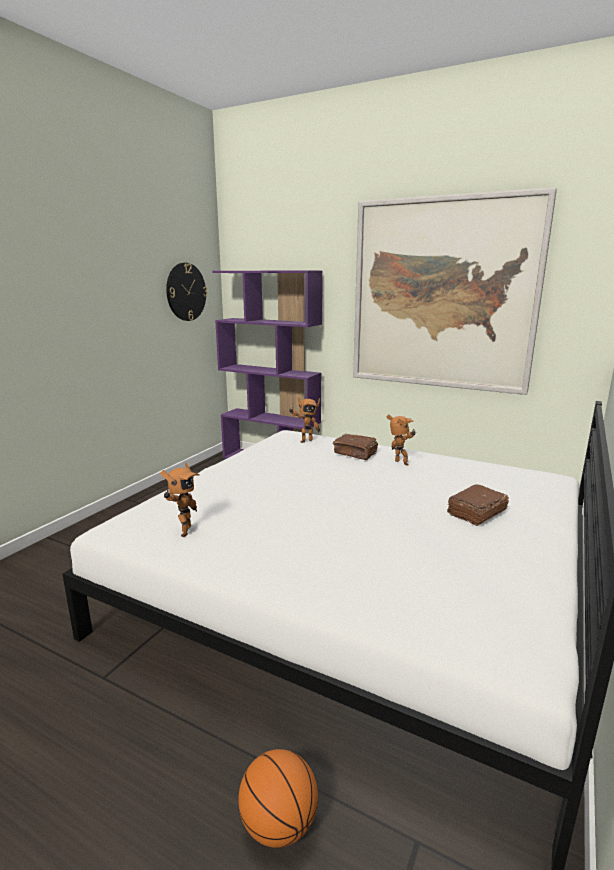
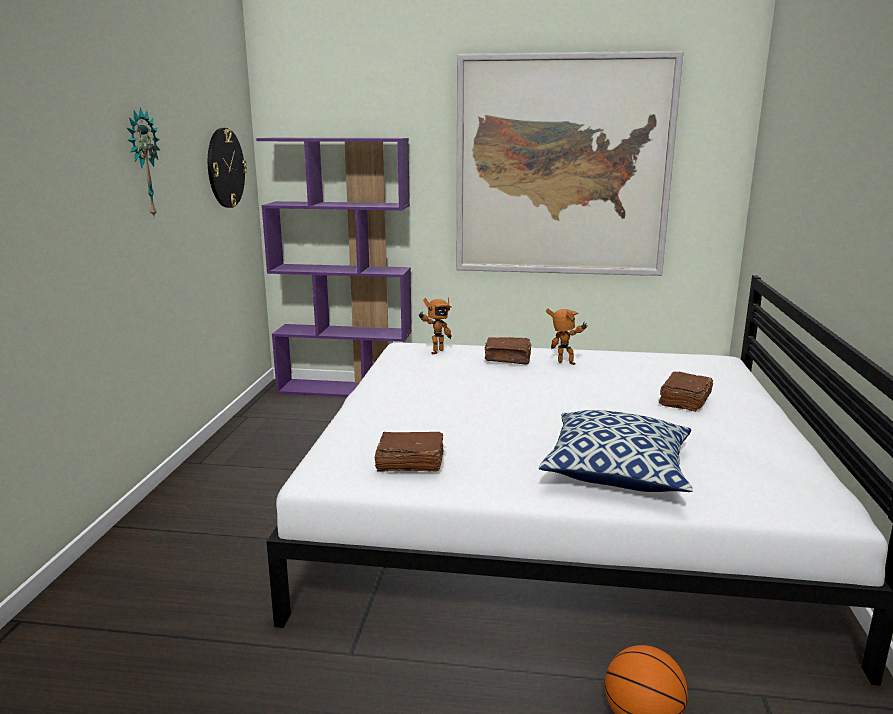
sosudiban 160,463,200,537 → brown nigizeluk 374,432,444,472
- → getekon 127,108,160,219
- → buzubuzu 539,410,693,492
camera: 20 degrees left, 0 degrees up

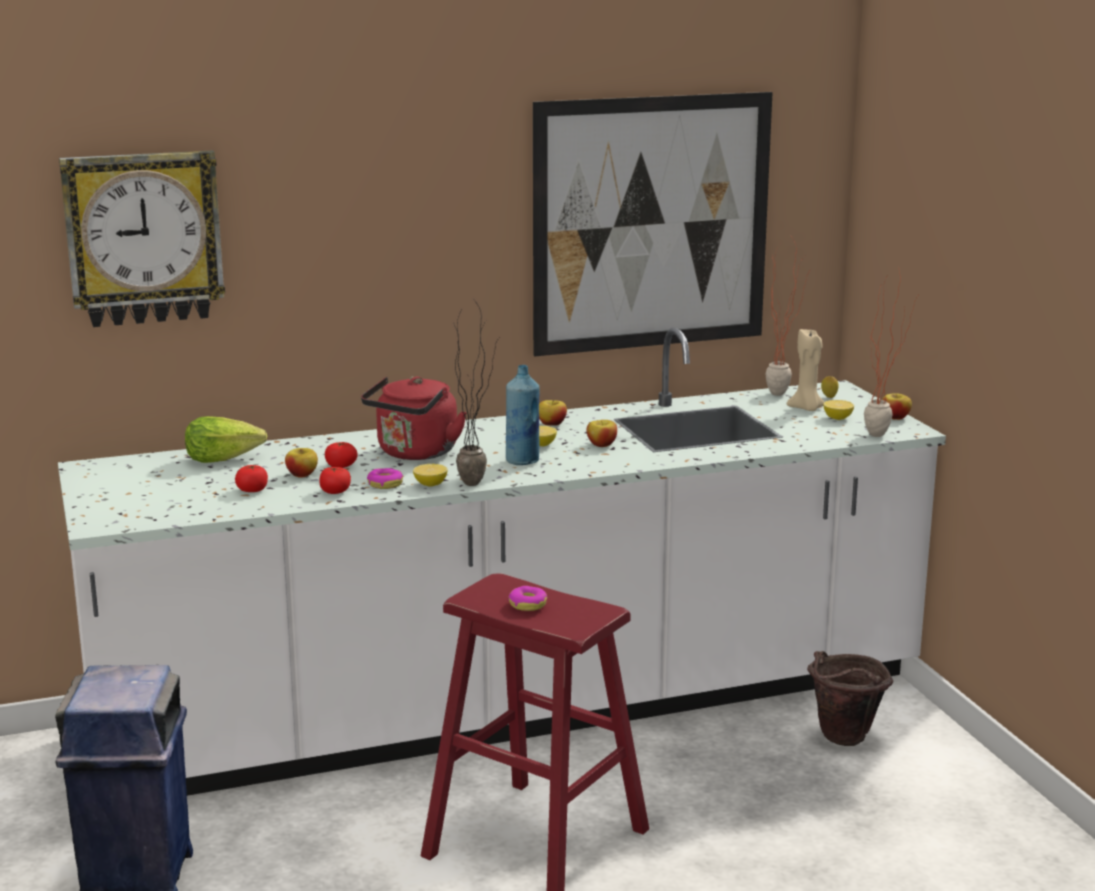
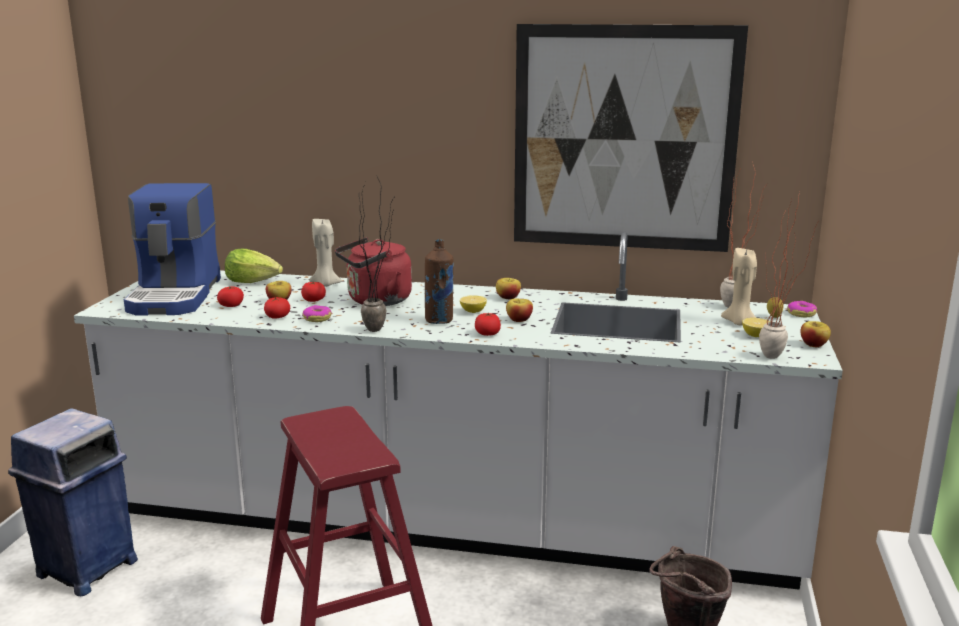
getekon 59,150,225,327 → -
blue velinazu 506,365,540,465 → brown velinazu 425,239,454,324
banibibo 413,464,448,487 → -
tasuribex 508,586,548,611 → tasuribex 787,301,817,317, move
- → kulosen 124,183,221,316
- → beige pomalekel 309,219,342,287
- → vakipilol 475,313,501,336
camera: 30 degrees right, 0 degrees up

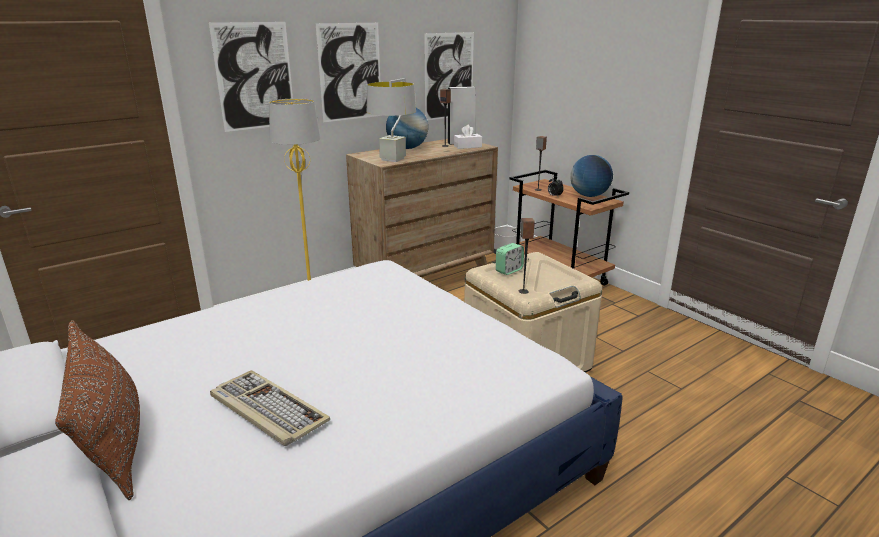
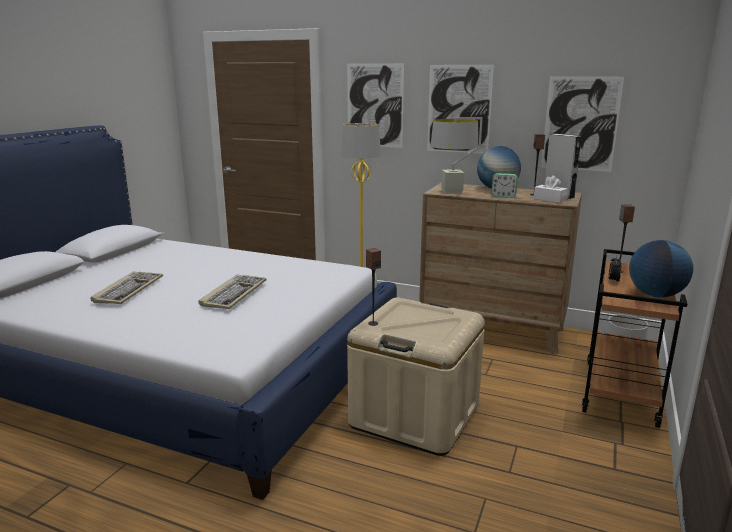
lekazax 496,243,524,275 → lekazax 491,173,518,198, move
brown buzubuzu 55,320,140,500 → -
- → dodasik 198,274,266,309
camera: 60 degrees right, 5 degrees down

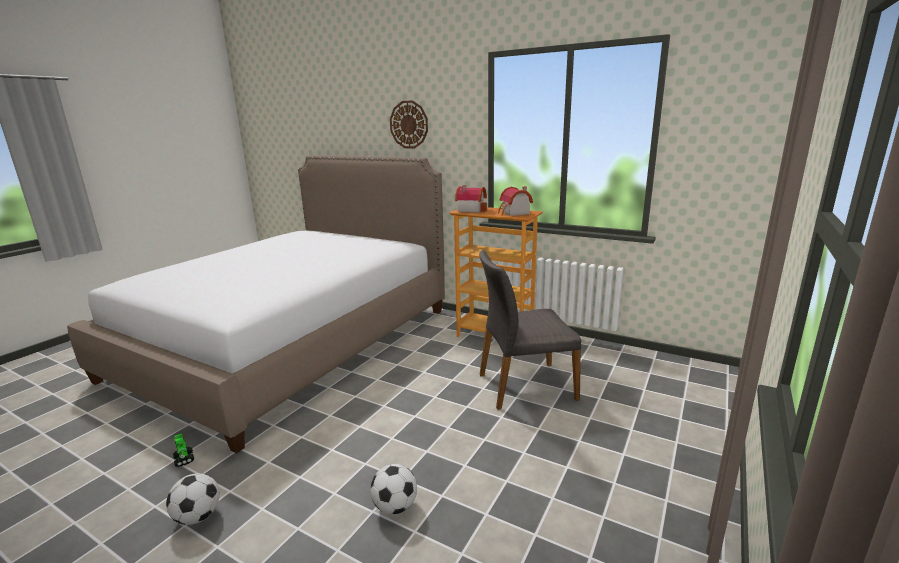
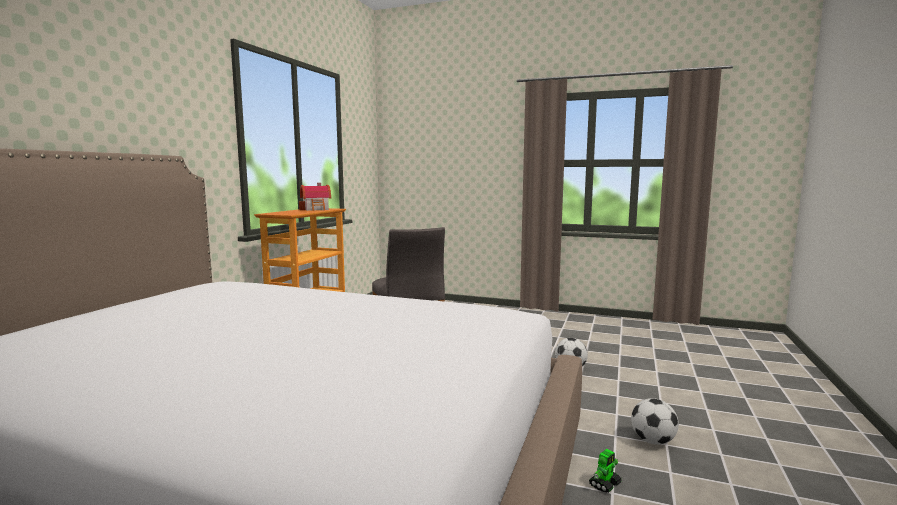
getekon 390,100,428,148 → -
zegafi 455,185,487,213 → -
camera: 100 degrees left, 10 degrees down

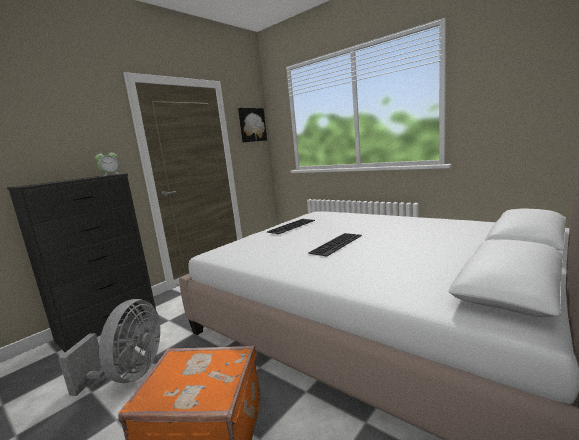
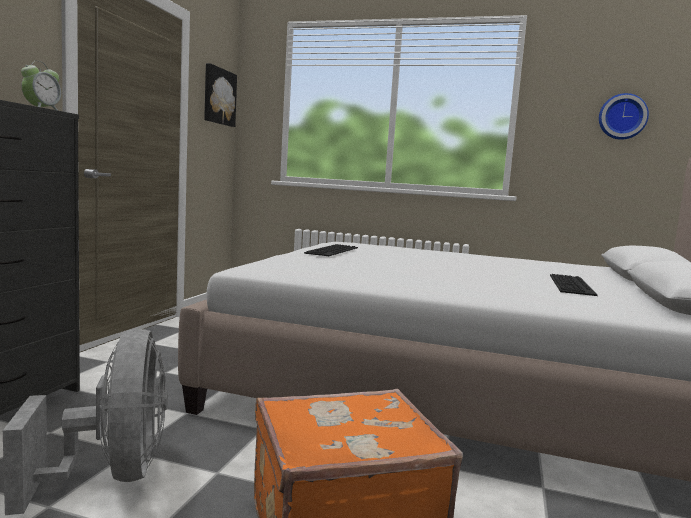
dodasik 308,233,362,256 → dodasik 550,274,598,296, move
- → getekon 599,93,649,140
camera: 25 degrees left, 5 degrees down

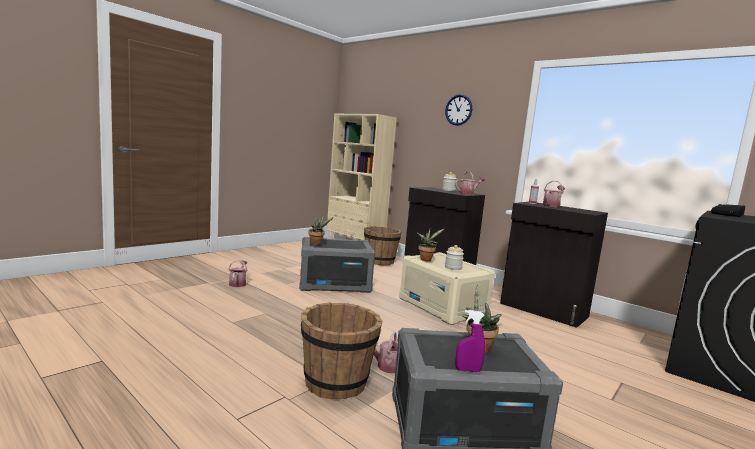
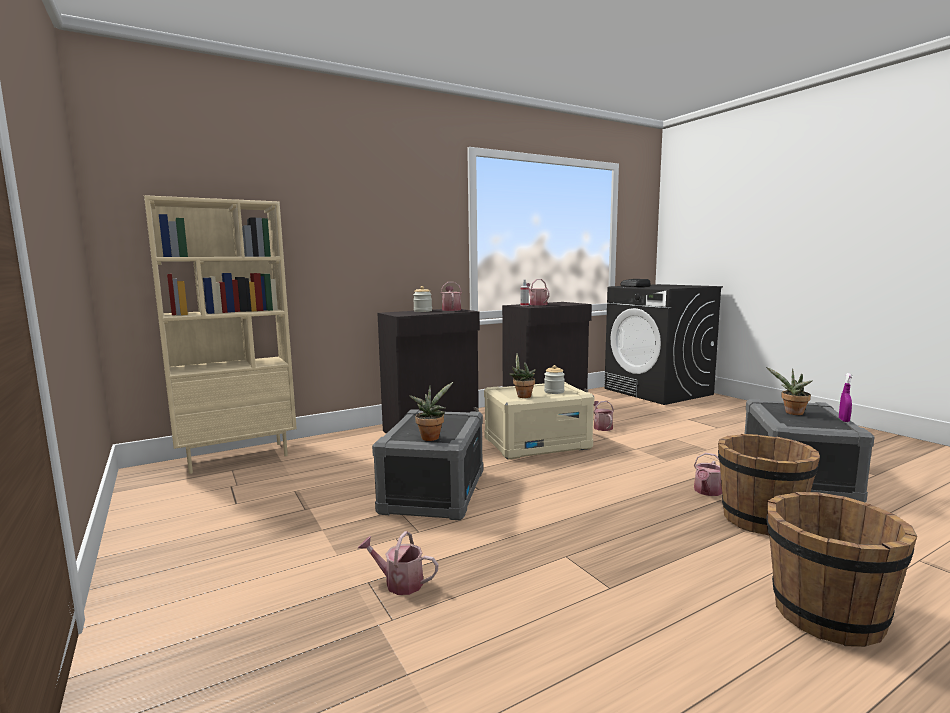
getekon 445,94,472,126 → -
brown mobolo 364,227,402,266 → brown mobolo 766,492,917,647, move
- → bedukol 593,401,614,431
camera: 70 degrees left, 0 degrees up

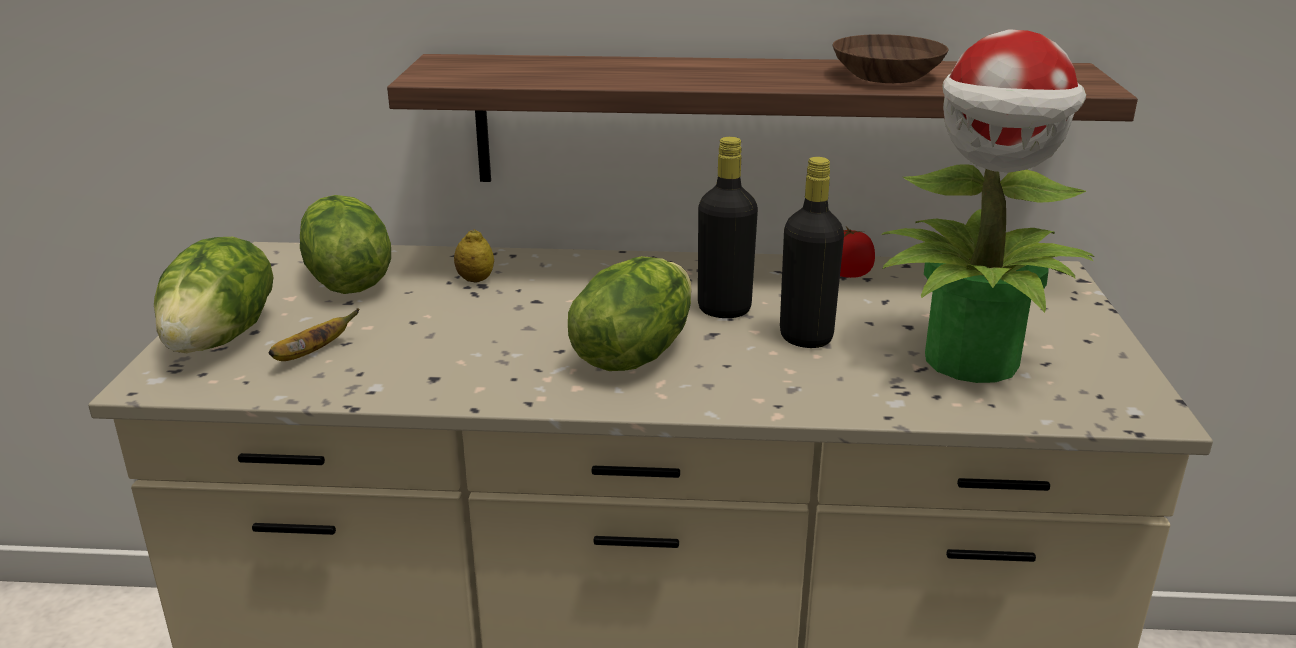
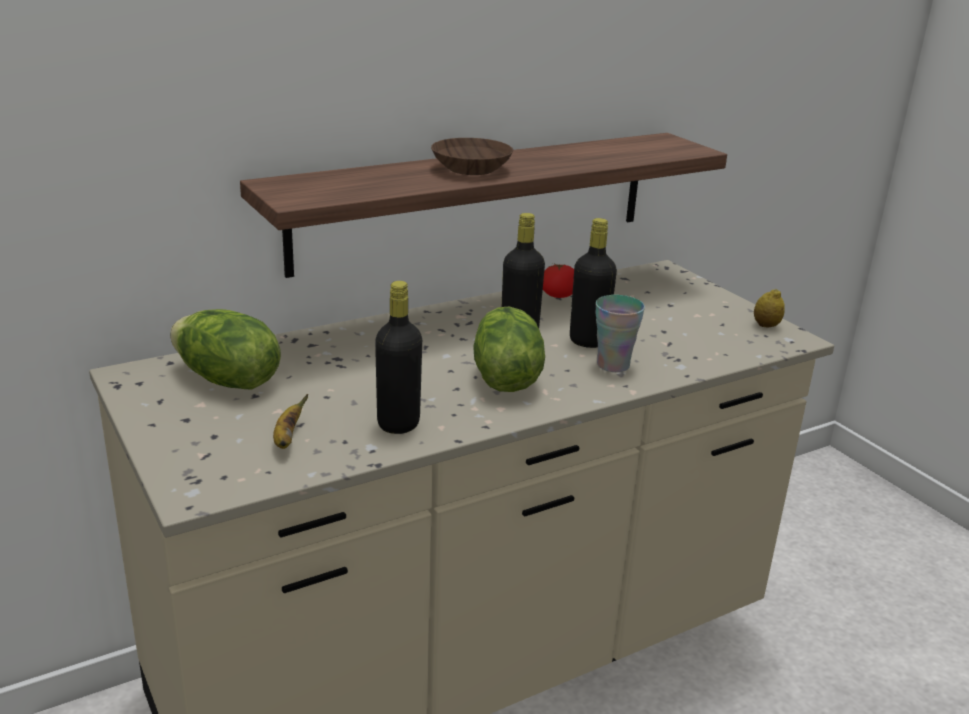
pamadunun 881,30,1094,383 → -
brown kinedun 832,34,949,83 → brown kinedun 431,138,513,175, move
banibibo 454,229,494,283 → banibibo 754,289,785,327, move
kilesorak 154,237,274,353 → -
- → black velinazu 375,281,422,434
- → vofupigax 596,295,645,372
camera: 35 degrees left, 0 degrees up

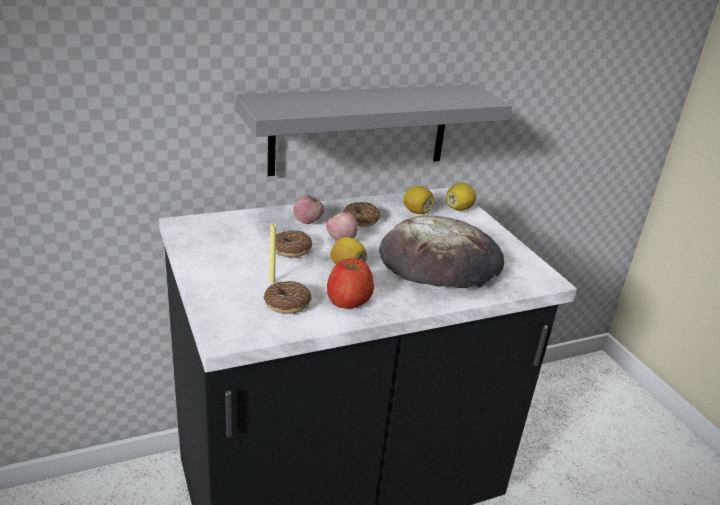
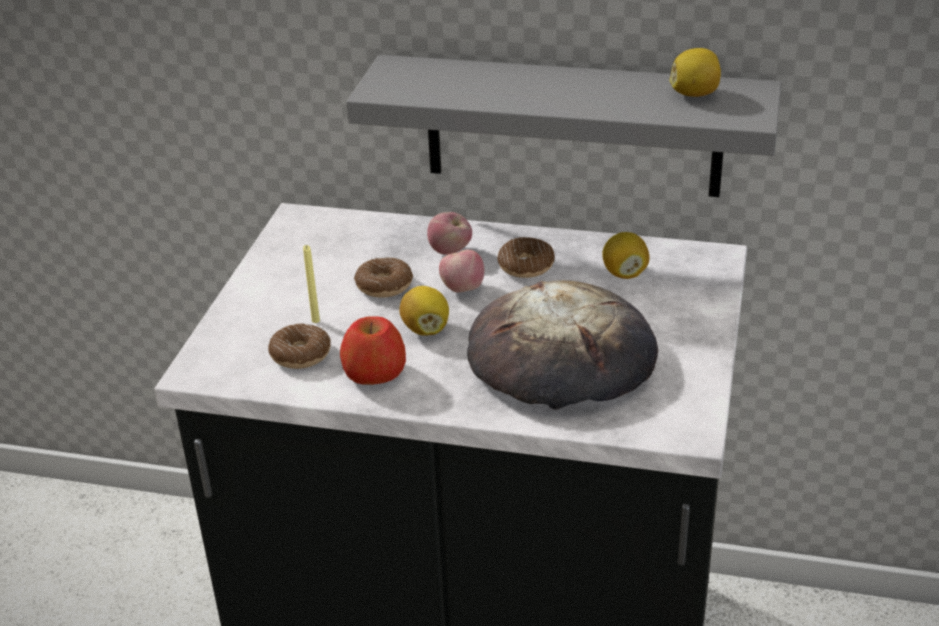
banibibo 446,183,476,211 → banibibo 670,48,721,97, move
camera: 40 degrees right, 5 degrees up

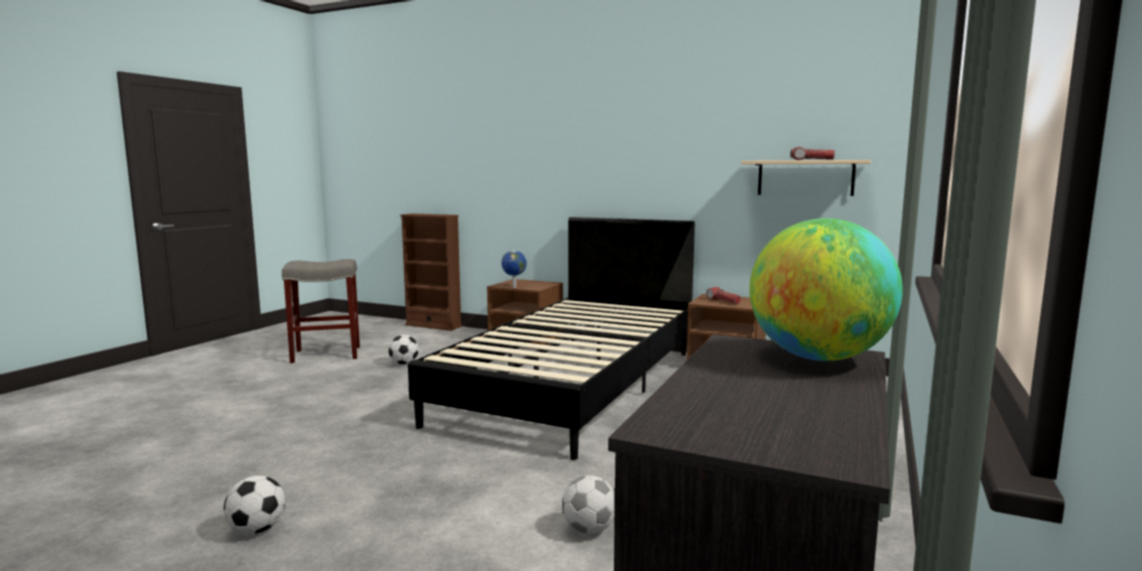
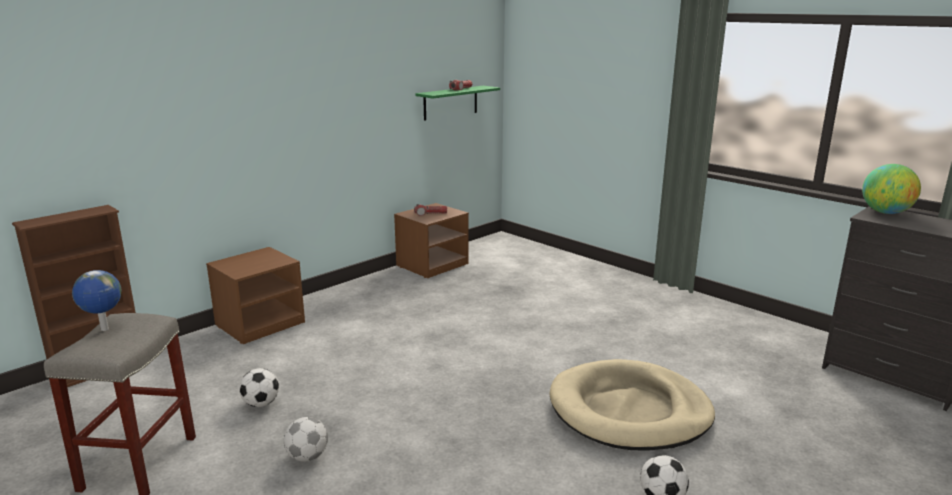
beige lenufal 741,160,871,196 → green lenufal 415,86,500,121
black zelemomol 408,217,695,460 → -
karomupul 501,250,527,288 → karomupul 72,270,121,331, move
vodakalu 562,476,615,534 → vodakalu 284,417,328,462, move
- → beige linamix 549,359,715,451
camera: 70 degrees left, 10 degrees up

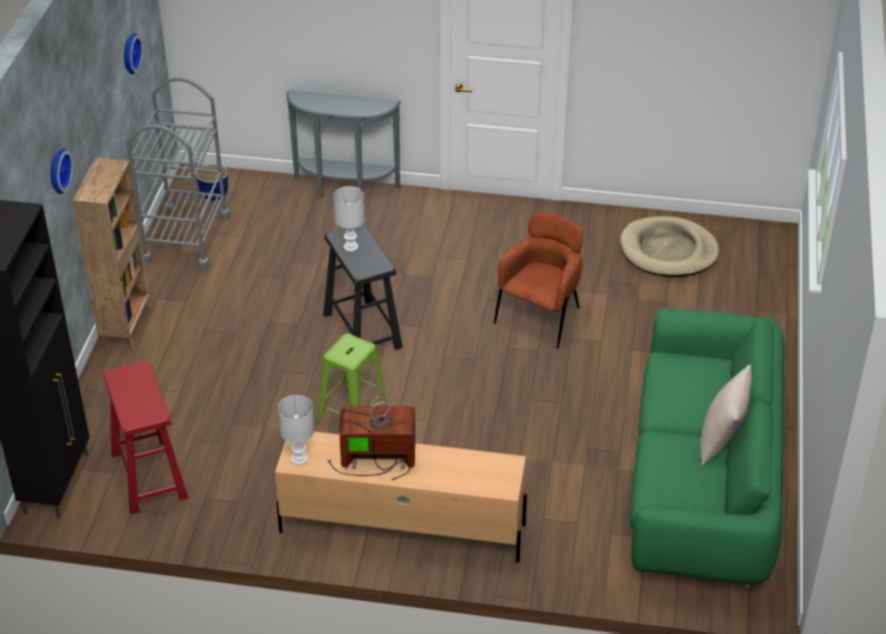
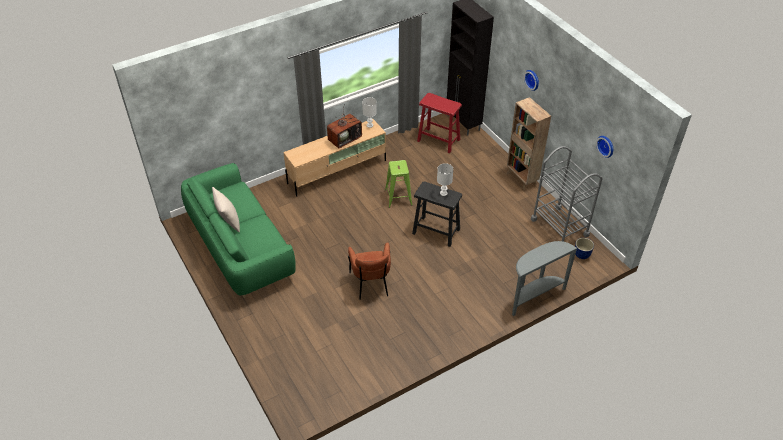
beige linamix 620,216,719,277 → -
camera: 140 degrees right, 5 degrees up

